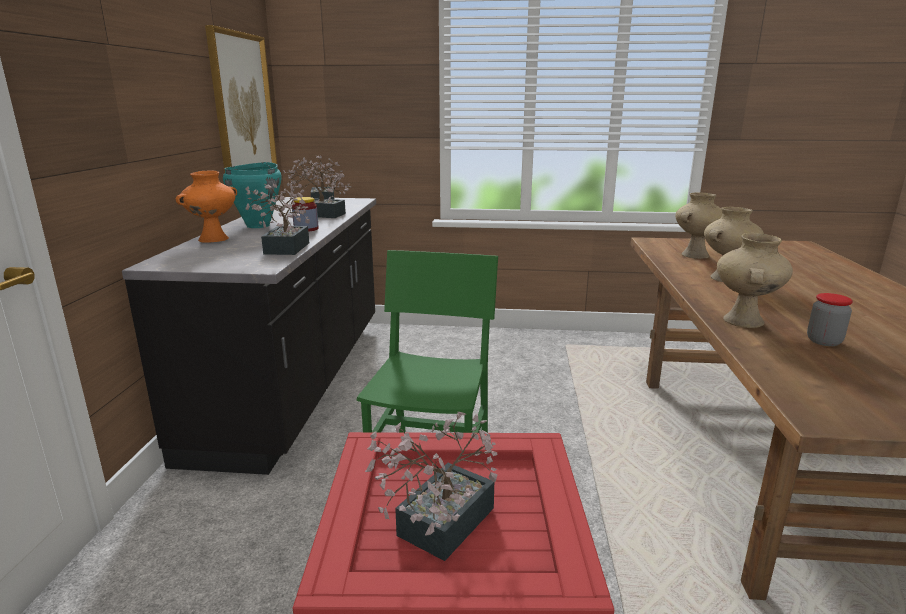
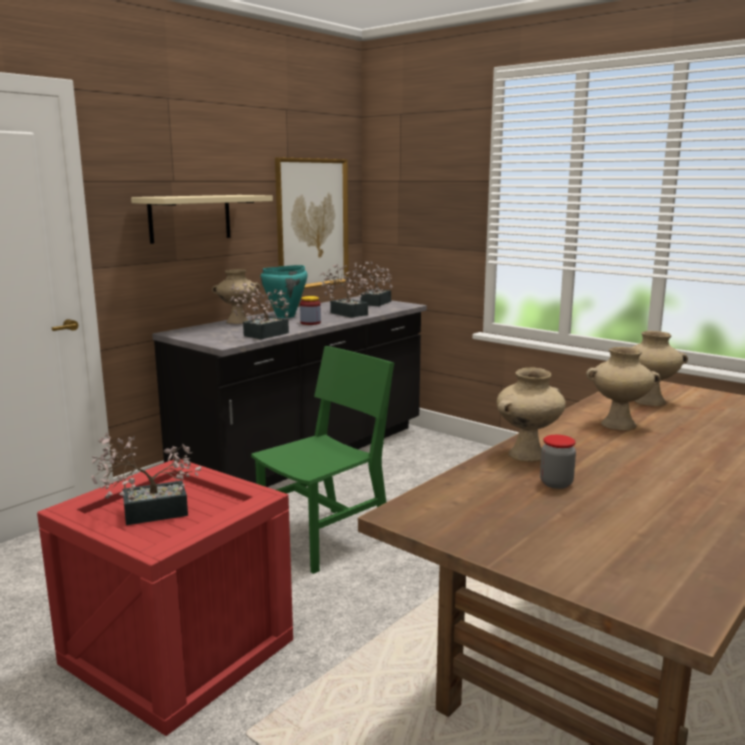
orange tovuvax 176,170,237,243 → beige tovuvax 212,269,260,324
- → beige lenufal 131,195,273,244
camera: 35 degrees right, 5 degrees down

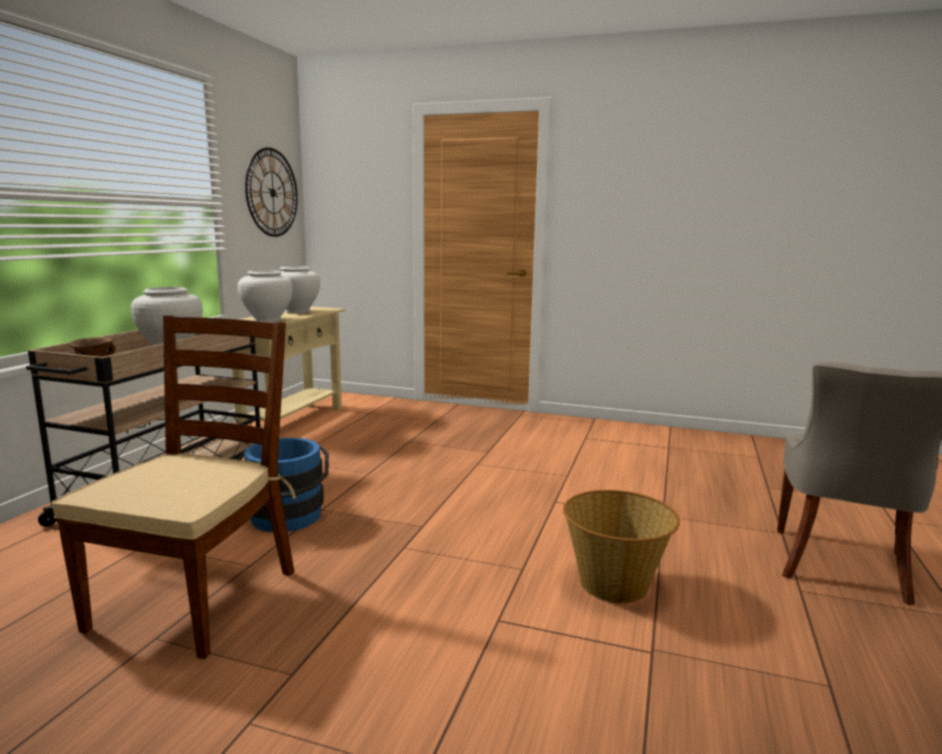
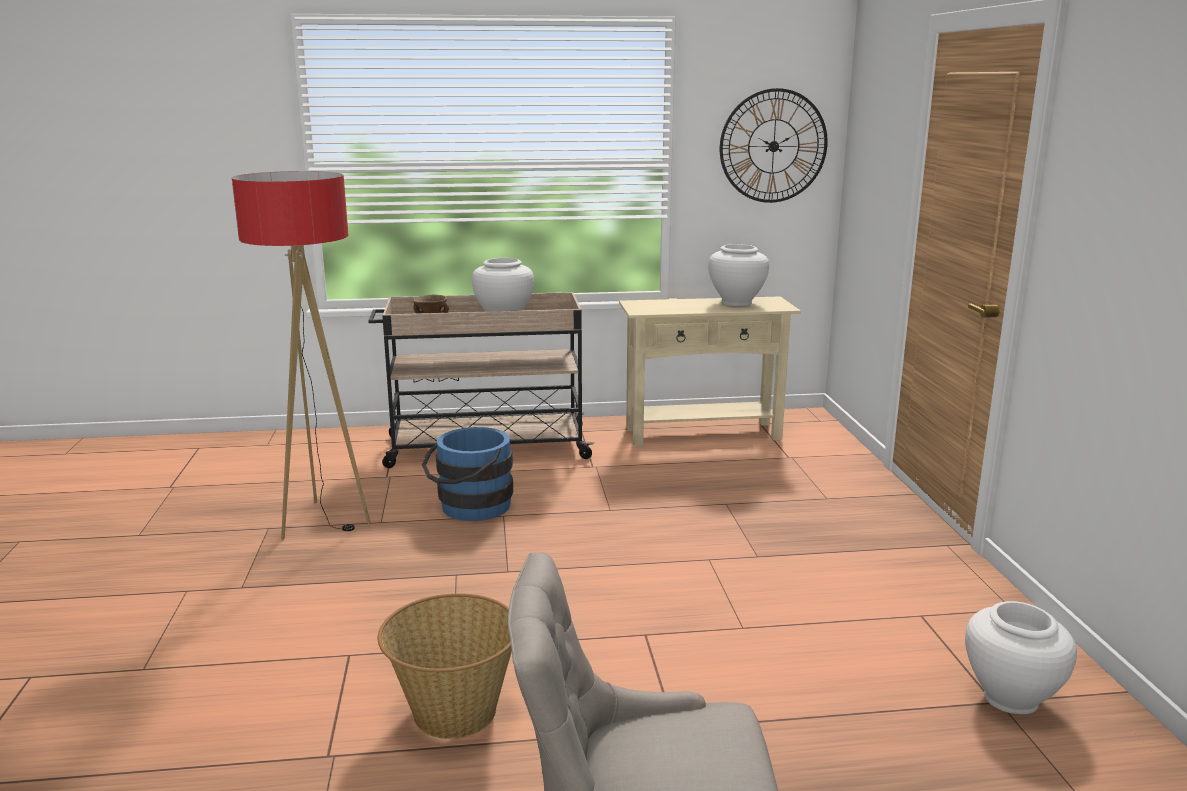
white tovuvax 238,270,293,322 → white tovuvax 965,601,1077,714, move
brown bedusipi 52,315,296,659 → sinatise 232,171,371,540
camera: 65 degrees right, 5 degrees up

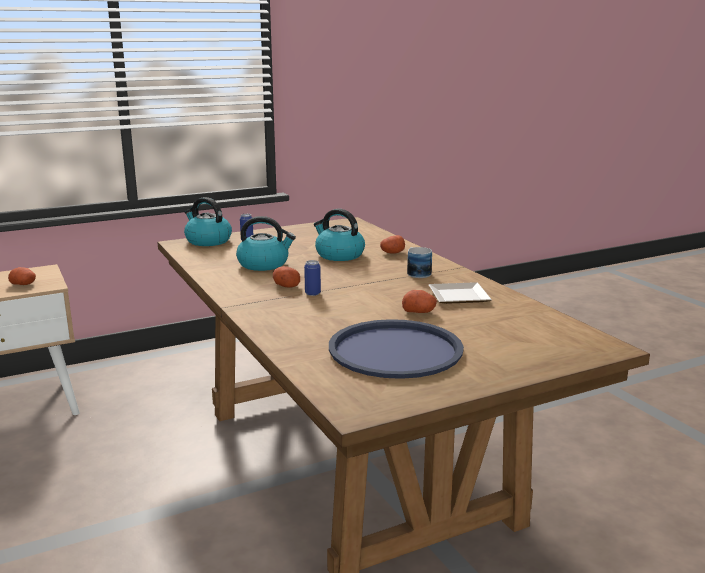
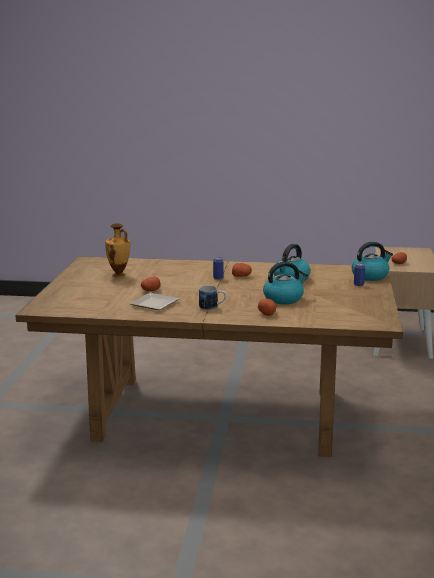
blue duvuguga 329,319,464,379 → tovuvax 105,223,130,277
camera: 125 degrees right, 0 degrees up

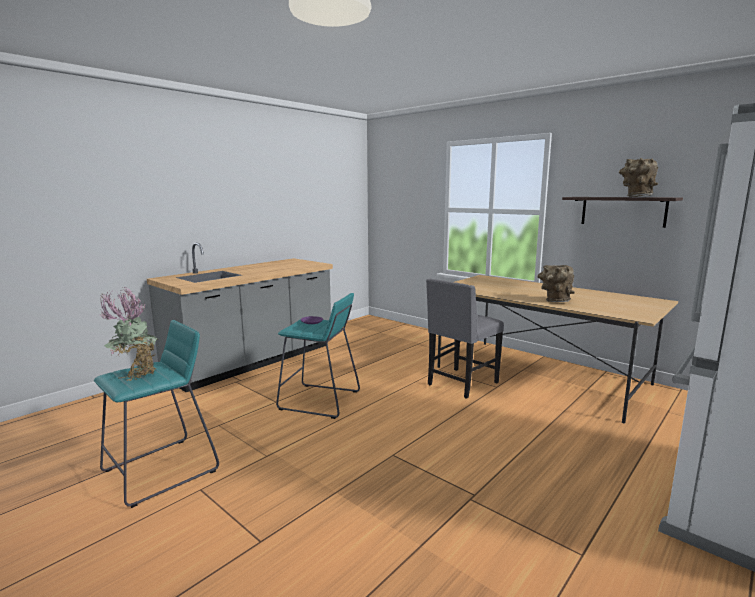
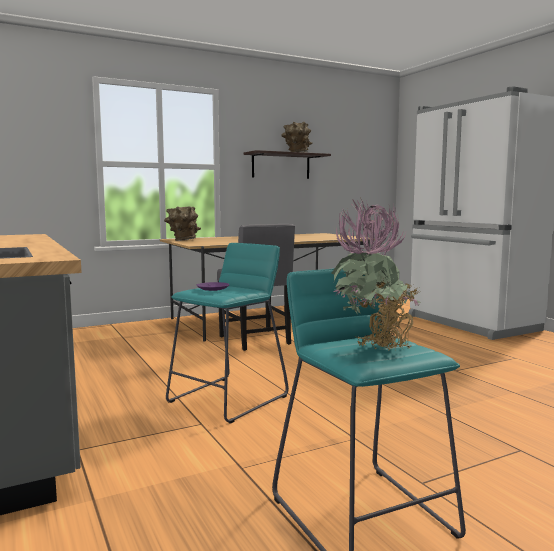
brown tovuvax 537,265,575,302 → brown tovuvax 164,206,201,241, move
camera: 70 degrees left, 5 degrees down

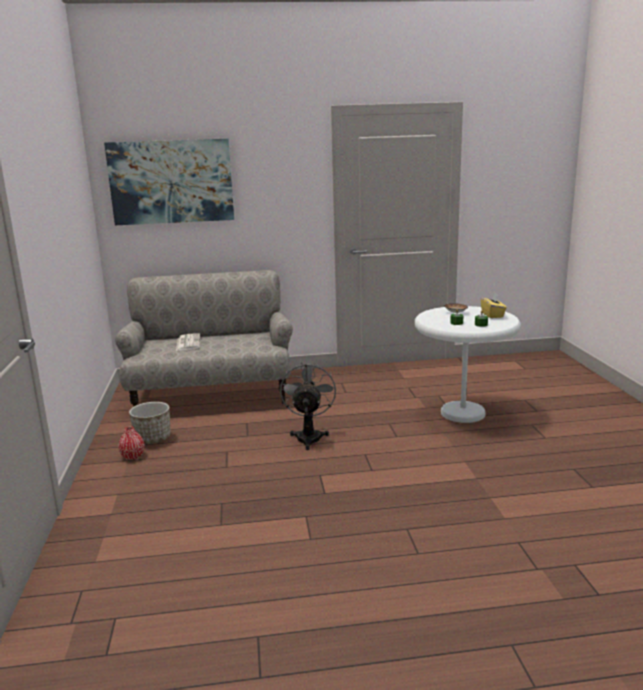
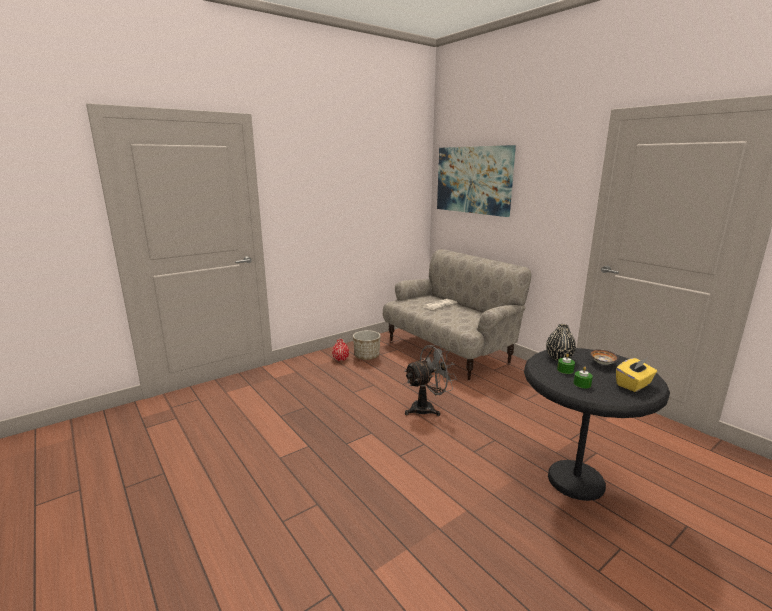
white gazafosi 415,306,521,423 → black gazafosi 524,348,670,501
- → black tovuvax 546,324,576,360
camera: 60 degrees right, 0 degrees up

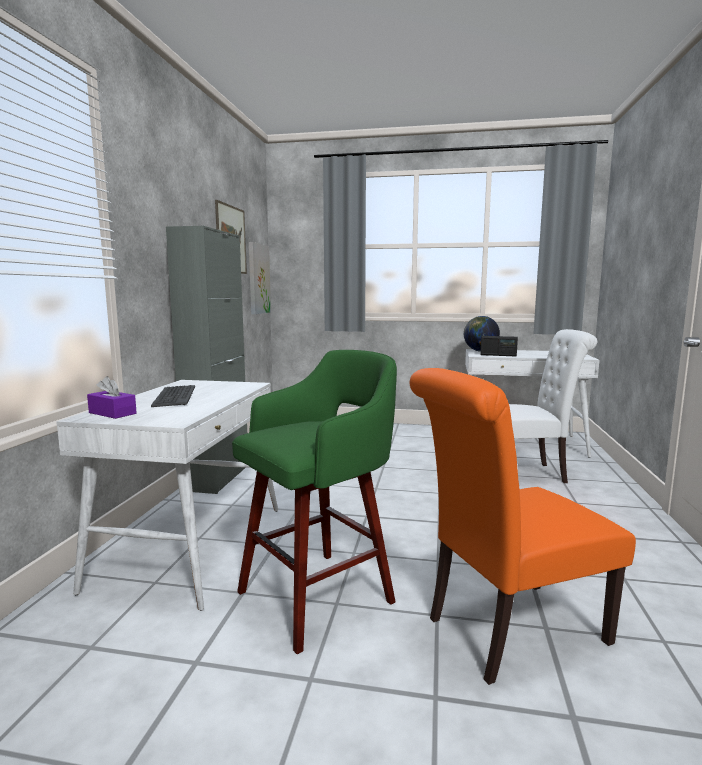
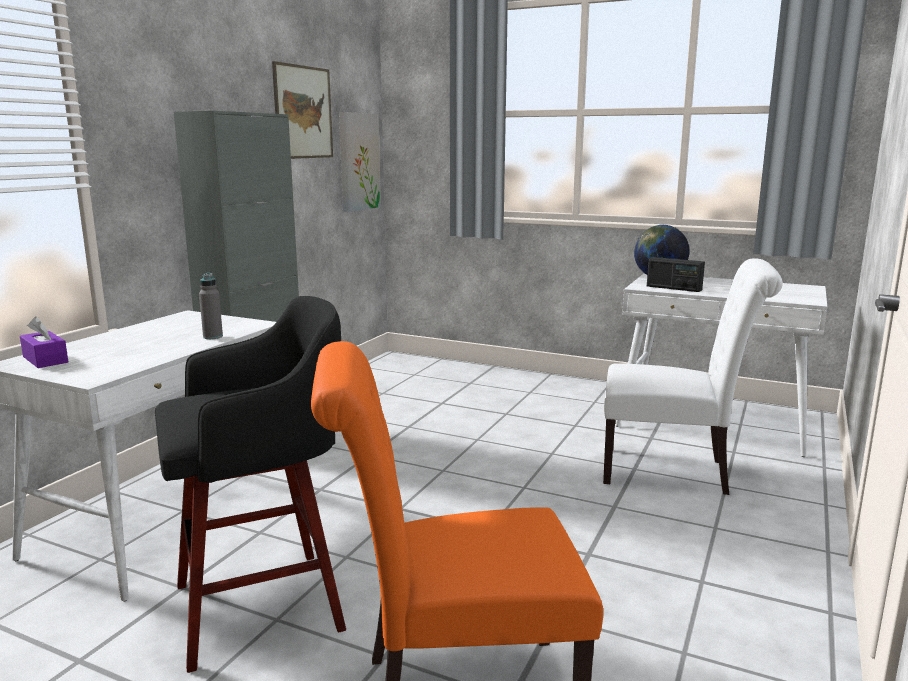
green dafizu 232,350,397,654 → black dafizu 155,296,346,673
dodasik 151,385,195,407 → -
- → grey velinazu 199,273,223,339
camera: 15 degrees right, 5 degrees up

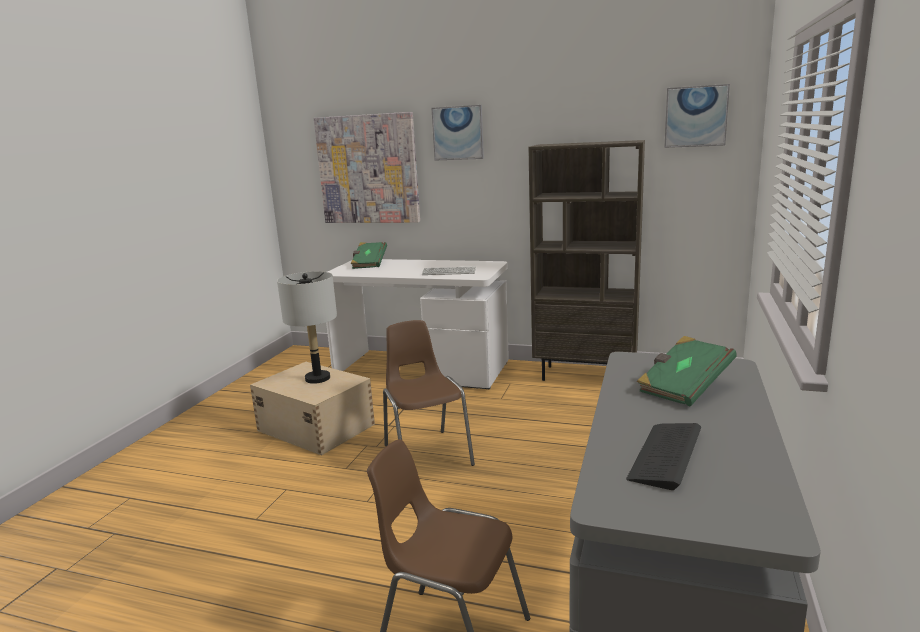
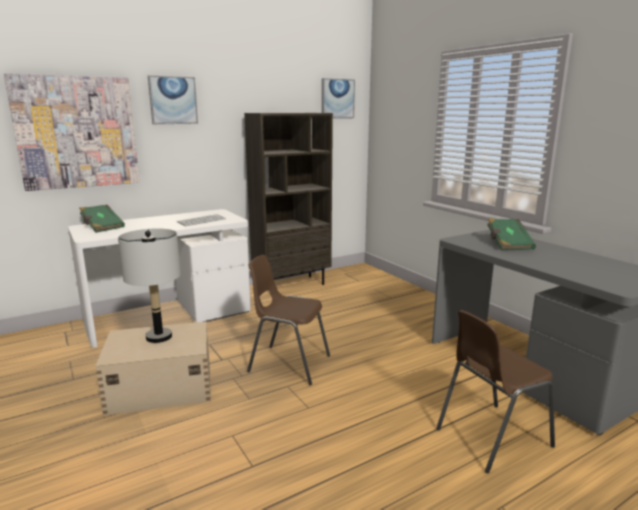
dodasik 626,423,701,490 → -
camera: 50 degrees left, 0 degrees up

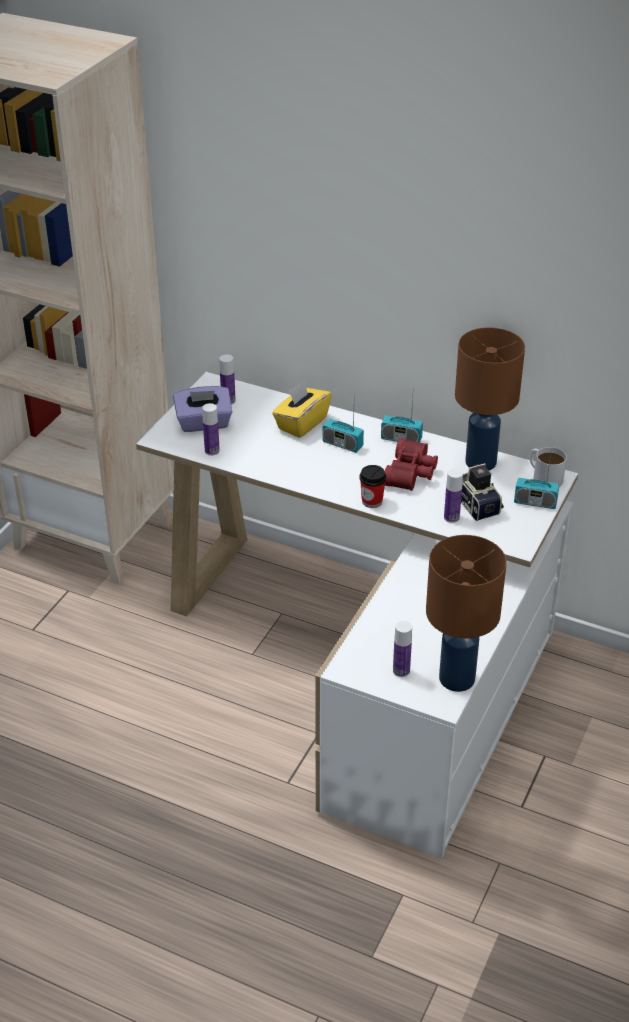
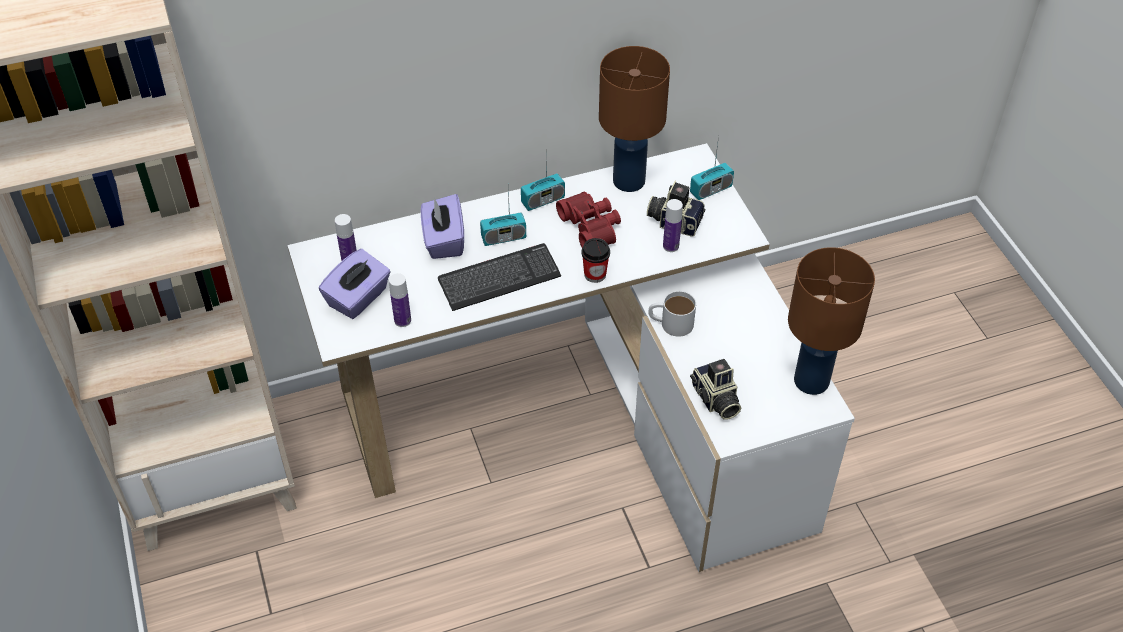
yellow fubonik 272,381,332,438 → purple fubonik 421,194,464,259
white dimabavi 529,447,567,487 → white dimabavi 648,291,696,337, move
velinazu 393,621,412,677 → -
- → dodasik 438,243,561,311
- → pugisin 690,359,741,420
camera: 45 degrees left, 10 degrees up

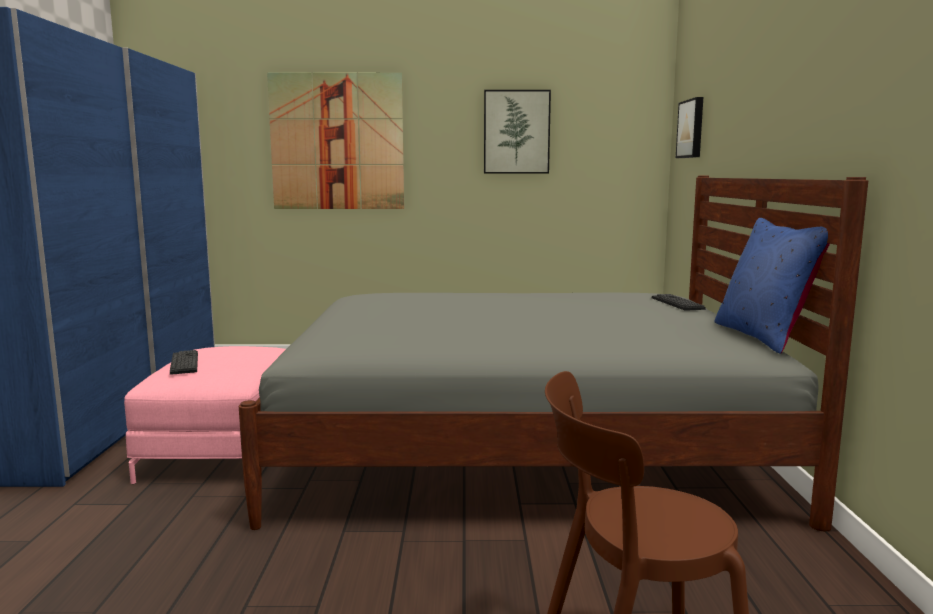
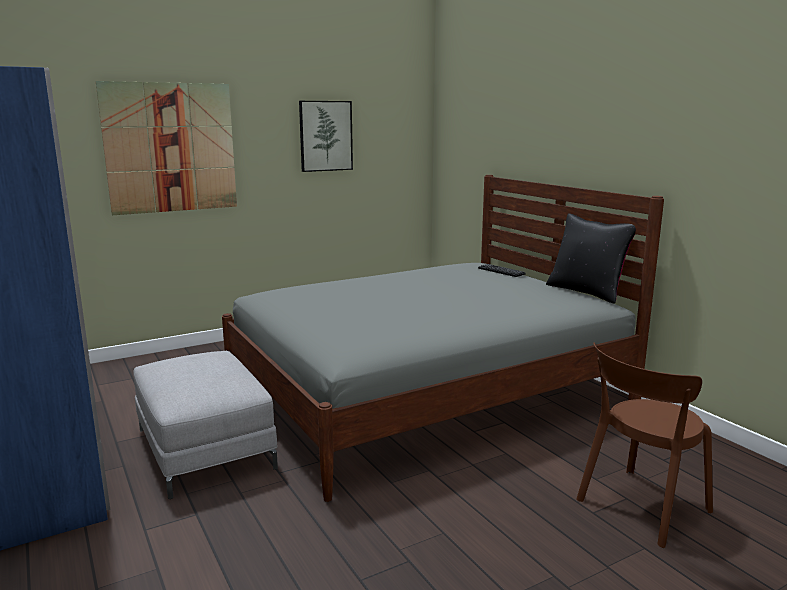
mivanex 676,97,703,158 → -
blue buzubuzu 714,218,830,354 → black buzubuzu 546,213,636,304
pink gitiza 124,346,286,484 → grey gitiza 133,351,278,499
dodasik 170,350,198,375 → -
camera: 30 degrees left, 5 degrees up

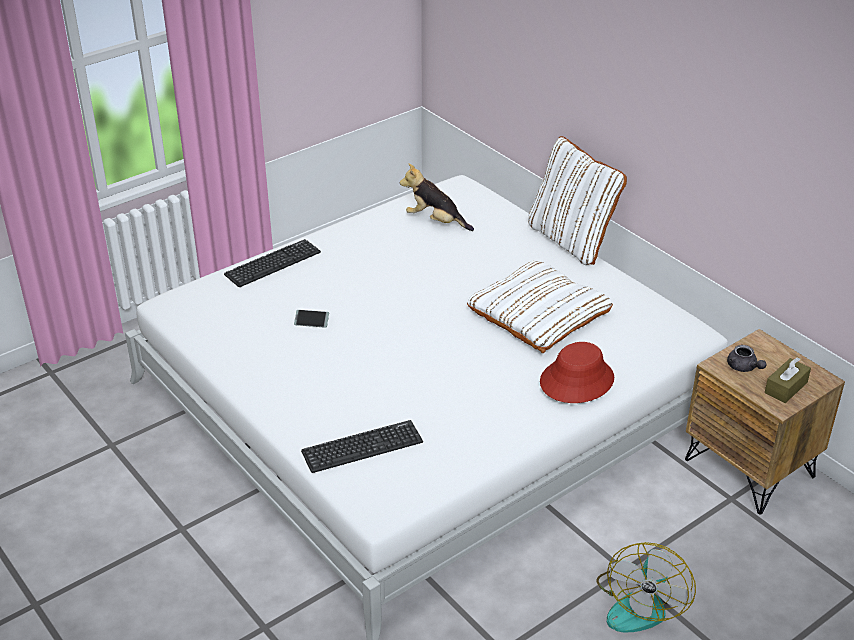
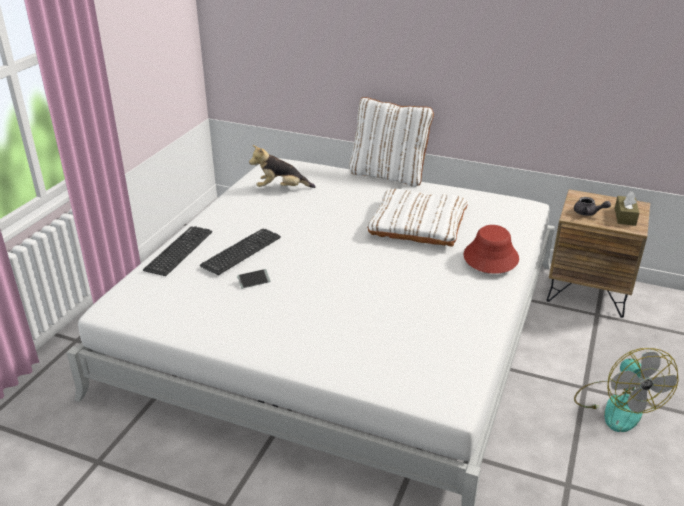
dodasik 301,420,423,473 → dodasik 200,228,281,275, move
camera: 30 degrees left, 5 degrees down

